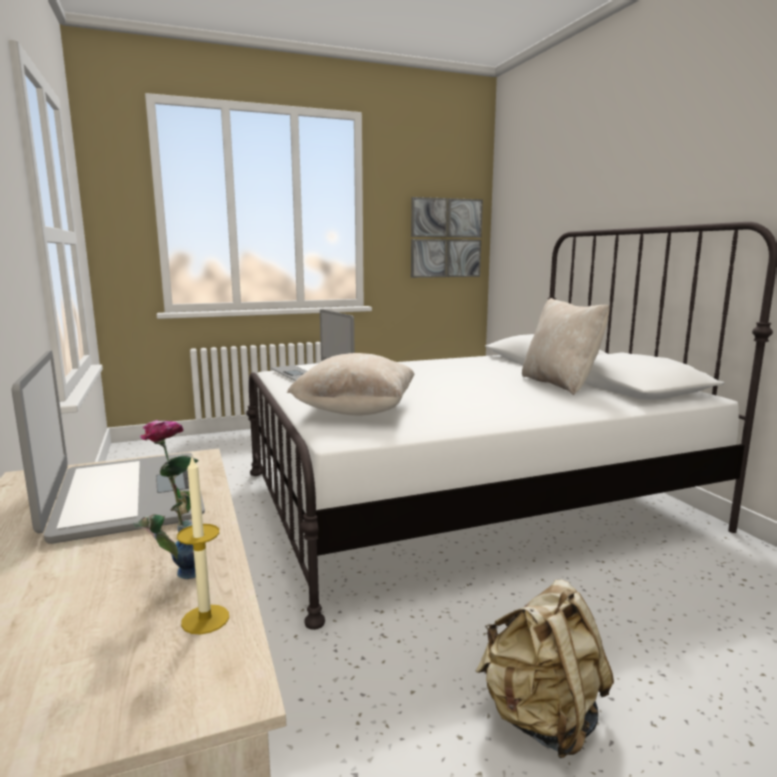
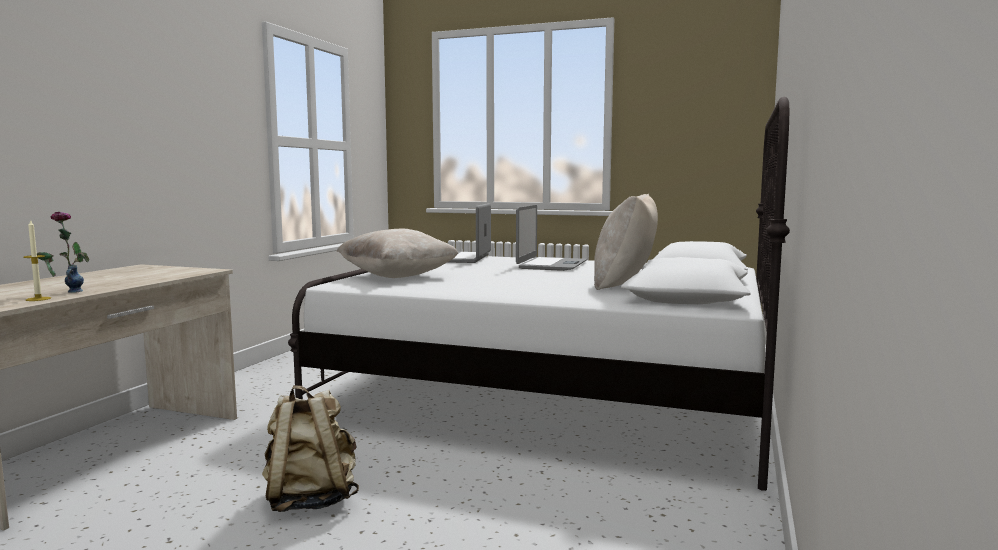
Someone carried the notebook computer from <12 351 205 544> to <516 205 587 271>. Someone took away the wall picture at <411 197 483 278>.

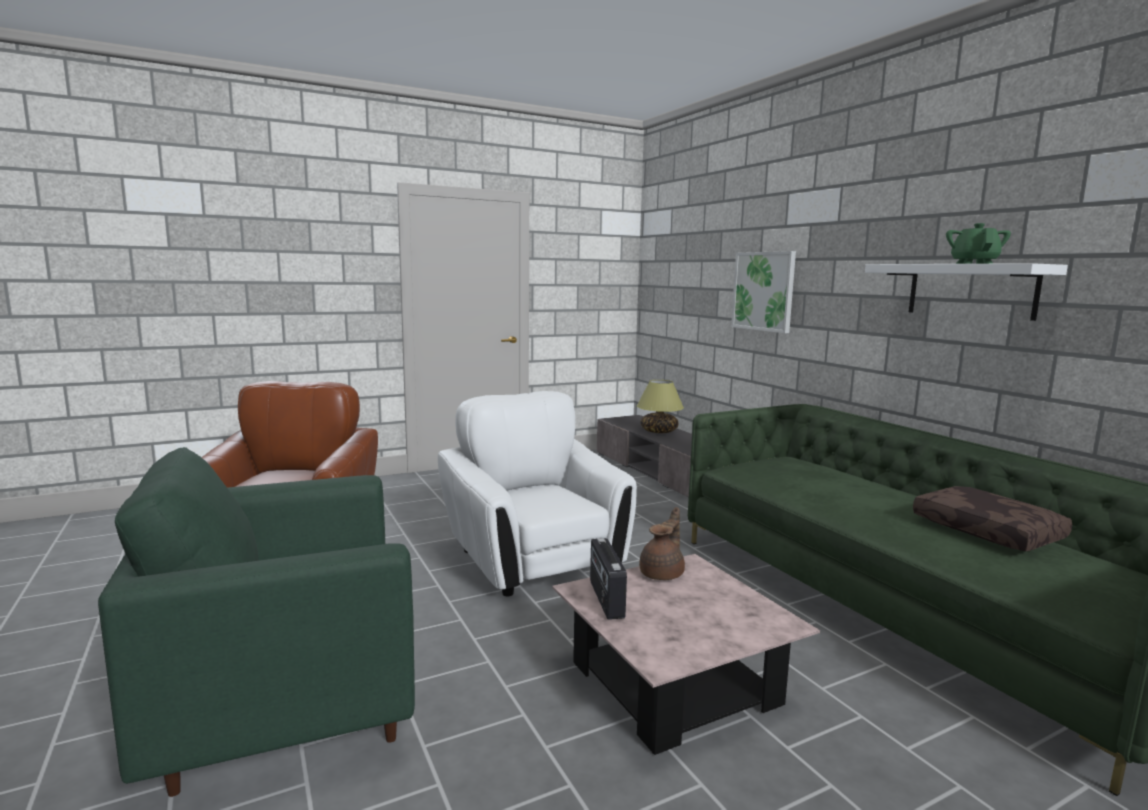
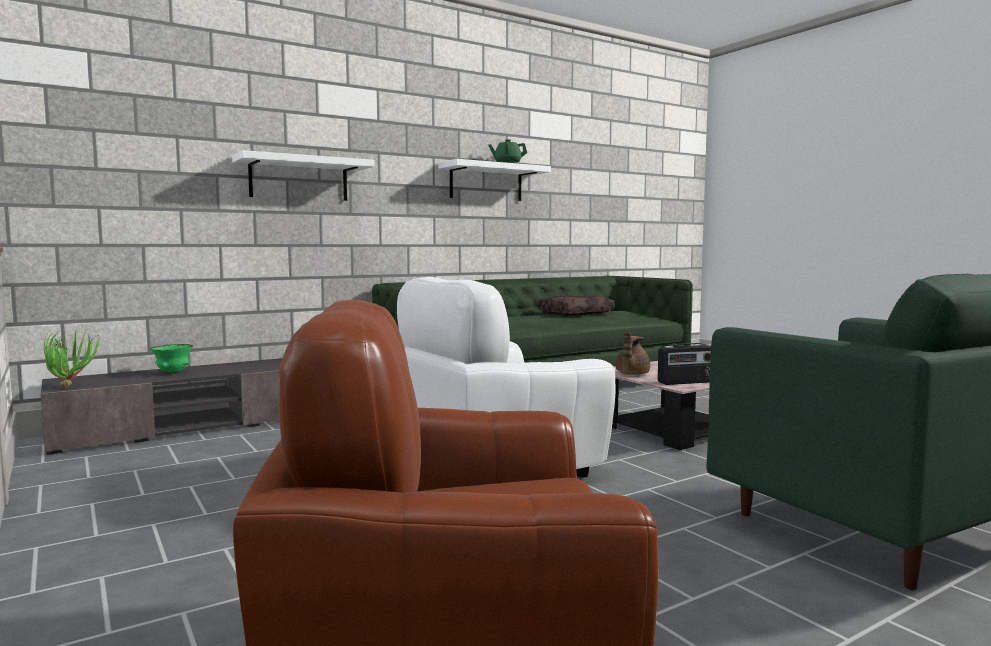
Someone put down the houseplant at <44 329 100 388>. Someone swapped the tabletop lamp at <637 380 684 433> for the greenish bowl at <150 344 193 374>. Someone swapped the wall picture at <731 251 796 333> for the whitish shelf at <232 150 375 201>. Someone rotated the brown teapot at <639 507 685 580> by 90 degrees counterclockwise.

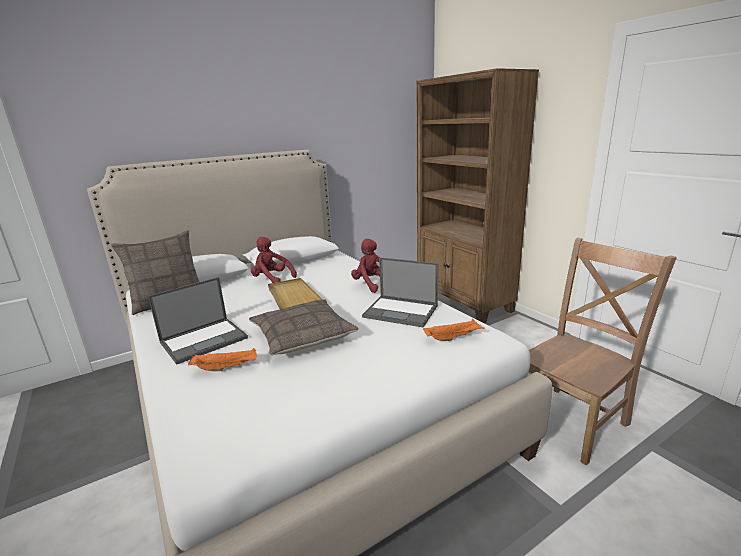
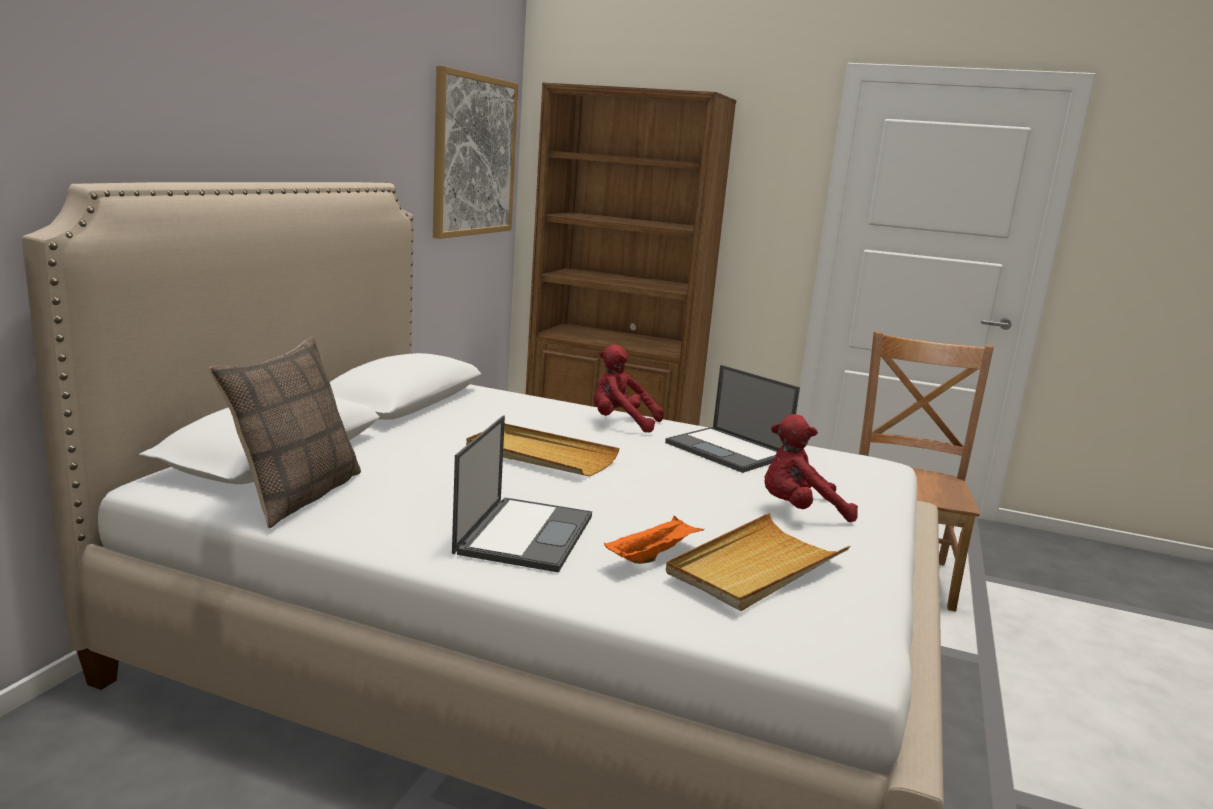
Someone put up the wall picture at <433 66 518 239>. Someone rotated the notebook computer at <362 257 438 327> by 60 degrees clockwise. Someone put down the beige tray at <666 513 850 611>. Someone carried the red-coloured soft toy from <251 237 297 283> to <764 414 858 522>. Someone took away the pillow at <249 299 359 356>. Someone took away the orangey tray at <423 319 484 341>.

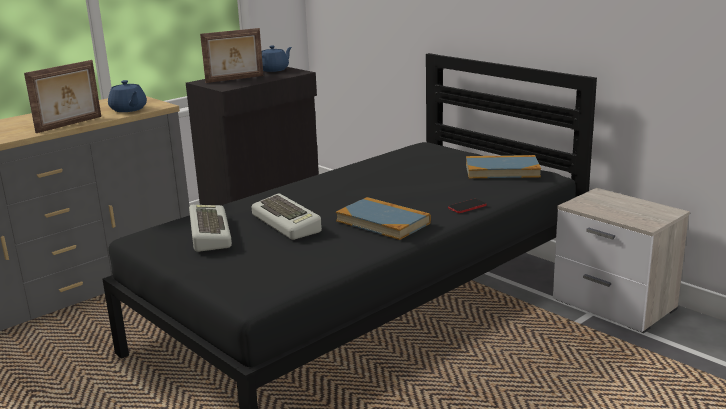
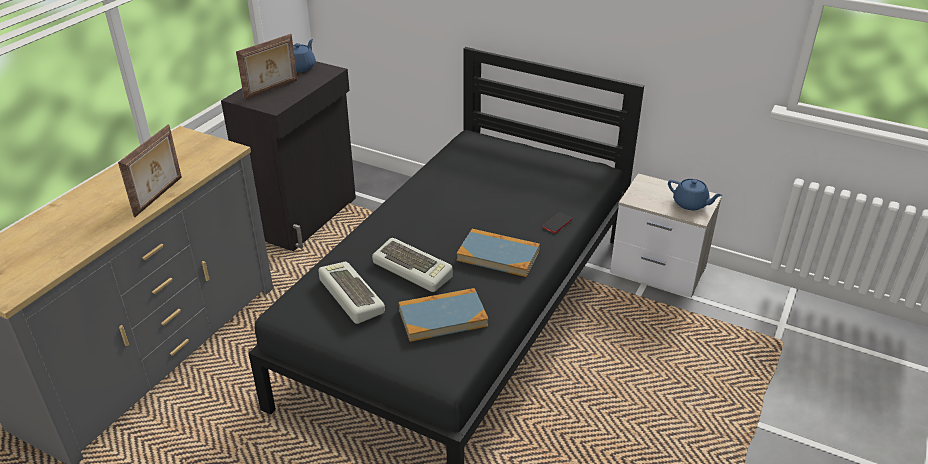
Someone carried the bound book from <466 155 541 178> to <398 288 488 342>. Someone carried the blue-coloured teapot from <108 80 147 112> to <668 179 723 210>.

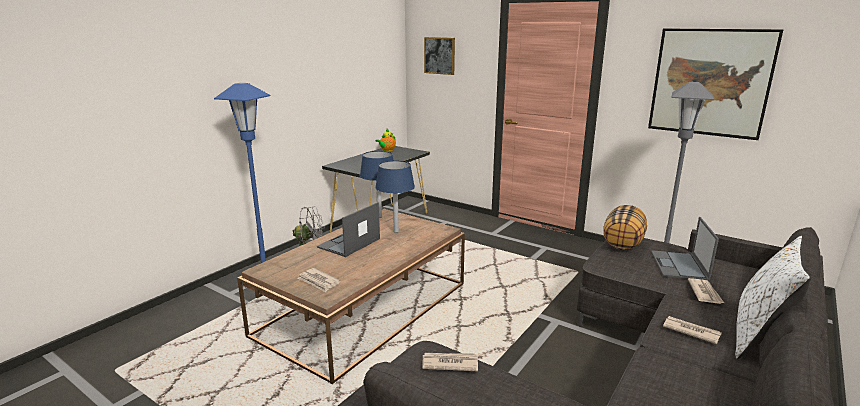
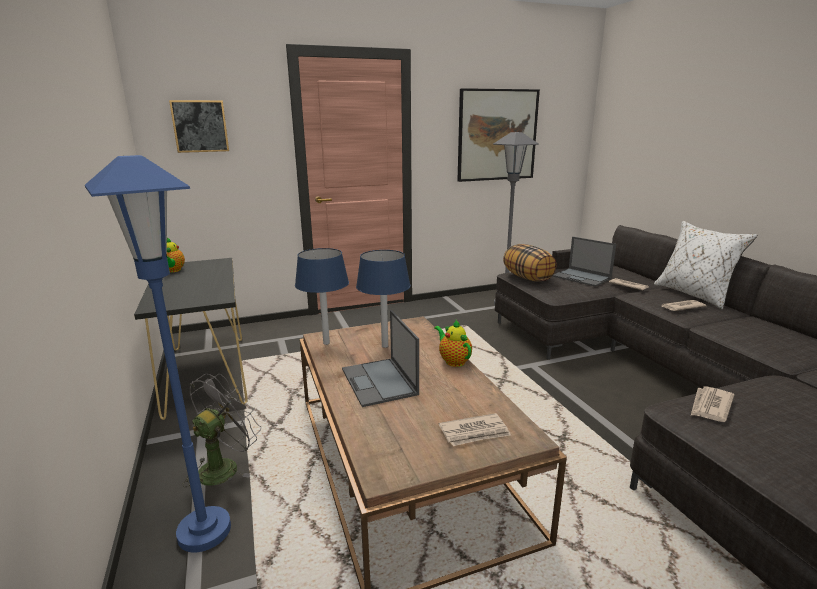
Someone put down the teapot at <434 320 472 367>.

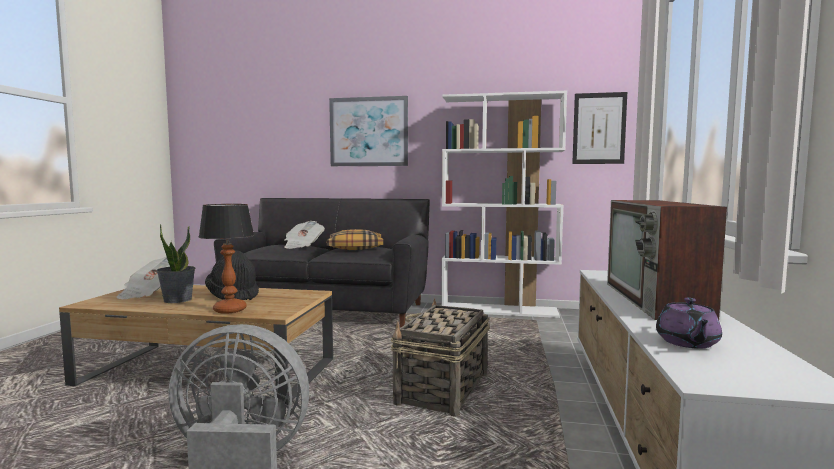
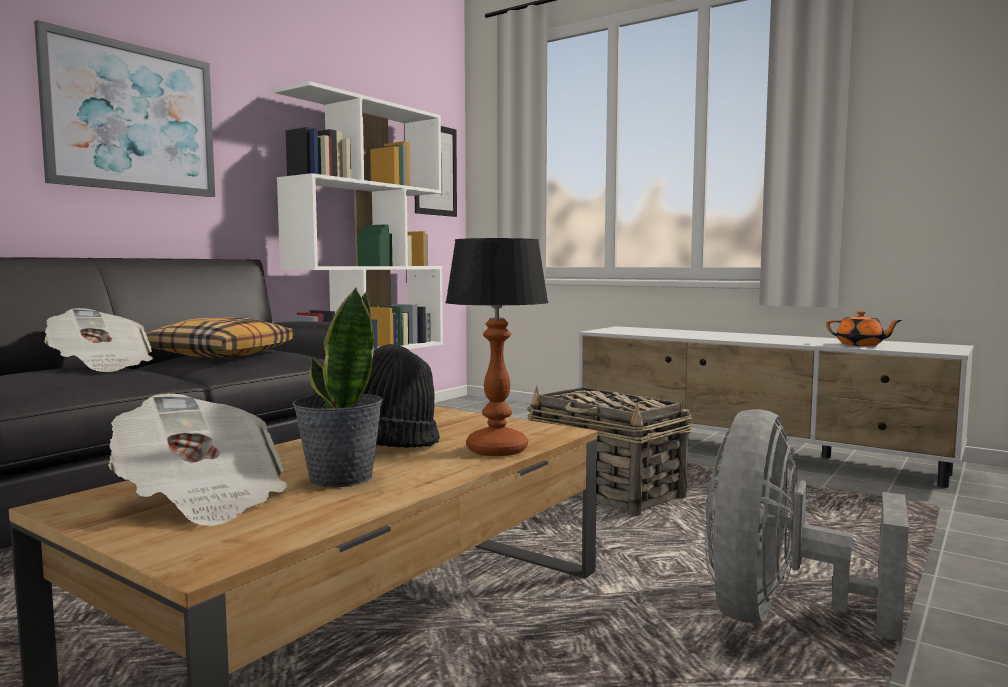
Someone repainted the purple-coloured teapot at <656 298 722 349>, which became the orangey teapot at <826 311 902 346>. Someone took away the TV set at <607 200 727 320>.

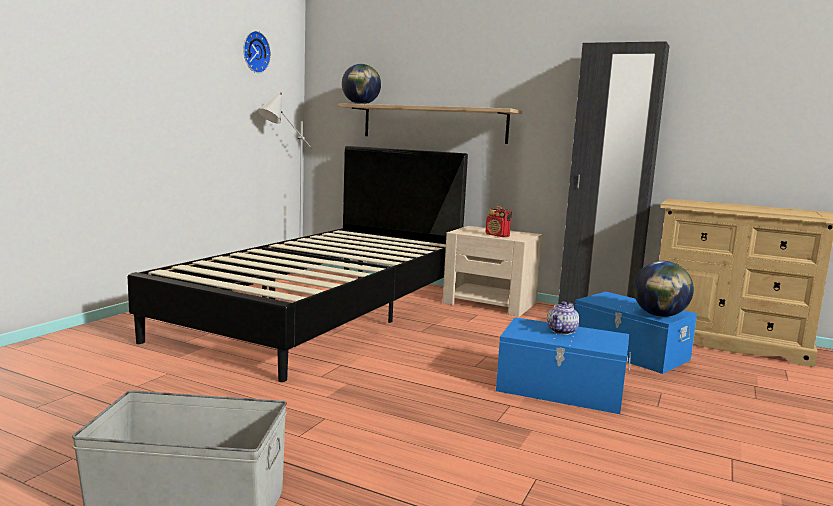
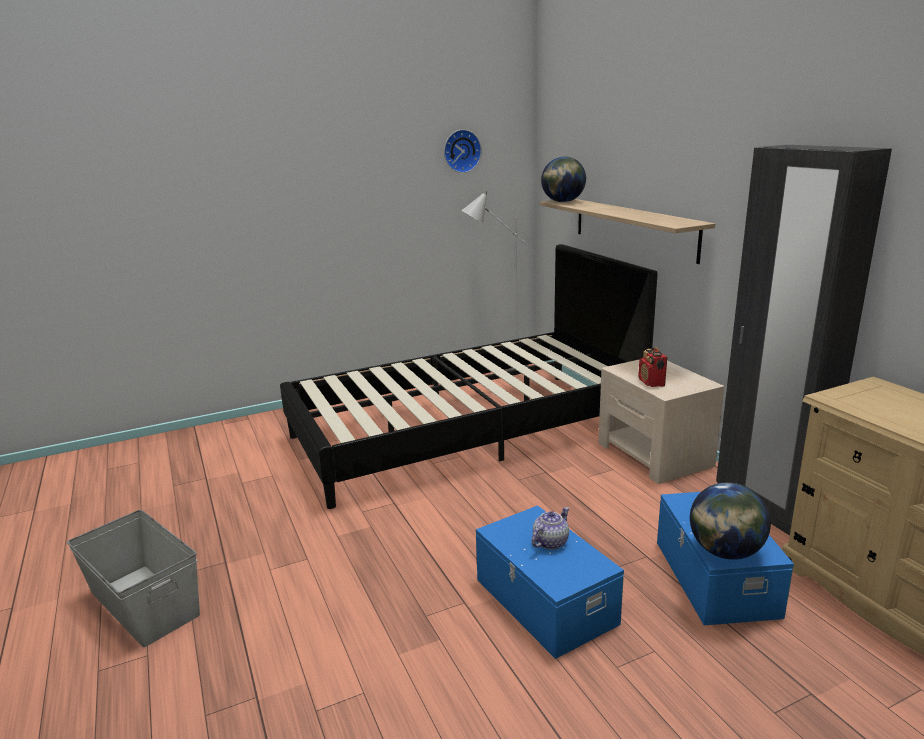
Someone rotated the teapot at <547 301 579 335> by 150 degrees clockwise.

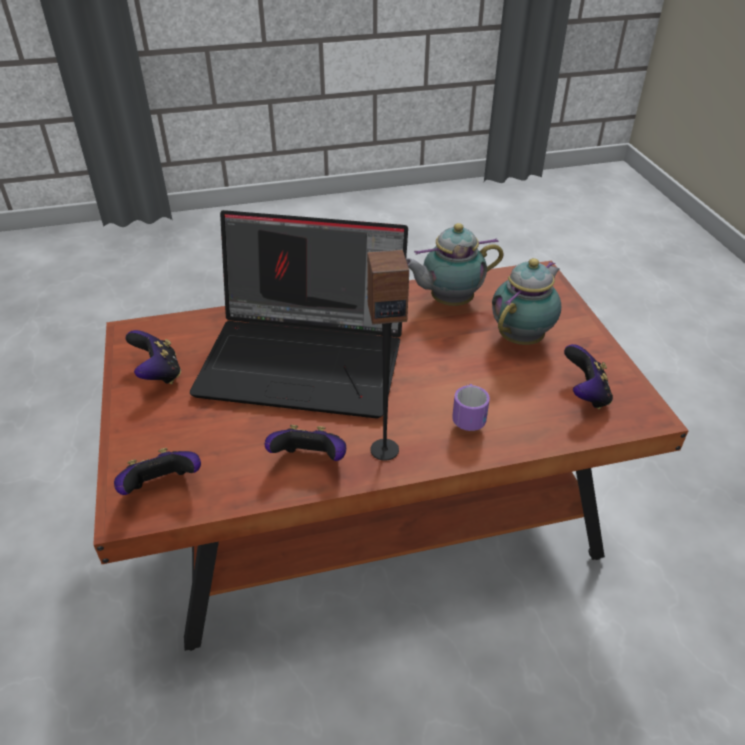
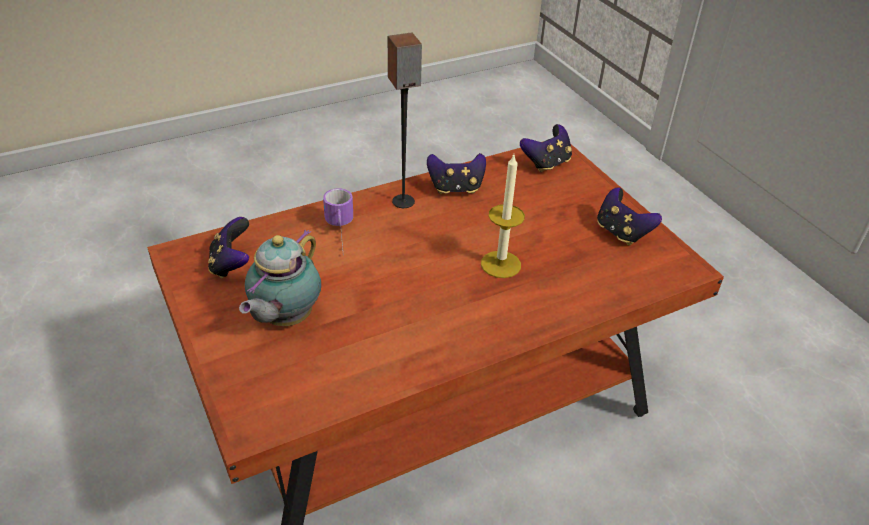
Someone swapped the notebook computer at <190 210 408 419> for the wax light at <481 155 525 278>. Someone took away the teapot at <406 223 504 306>.

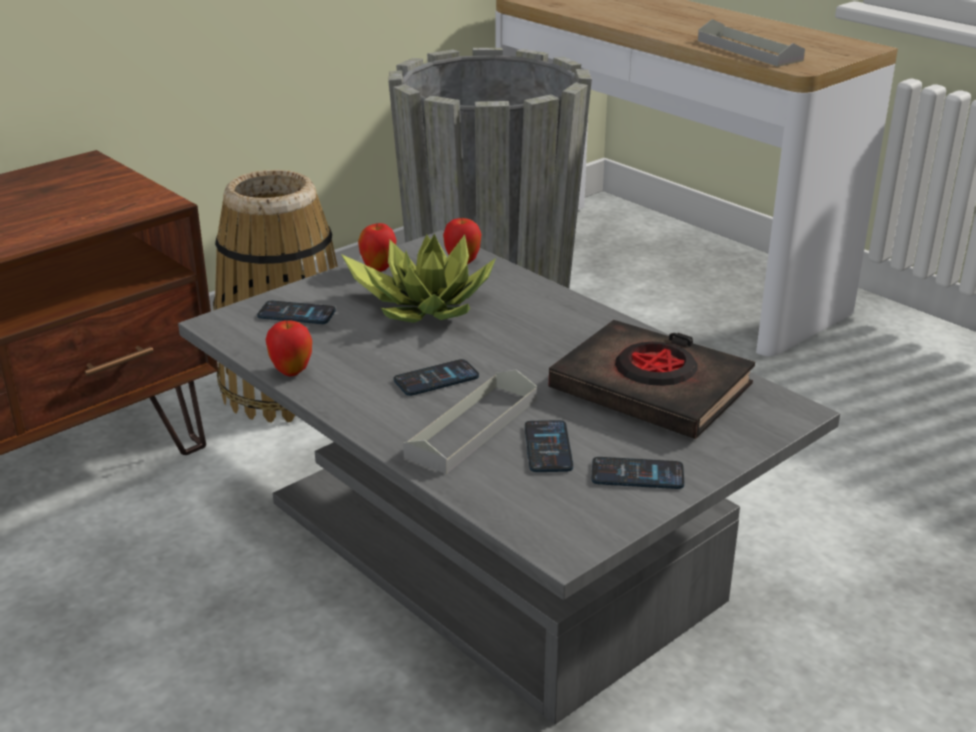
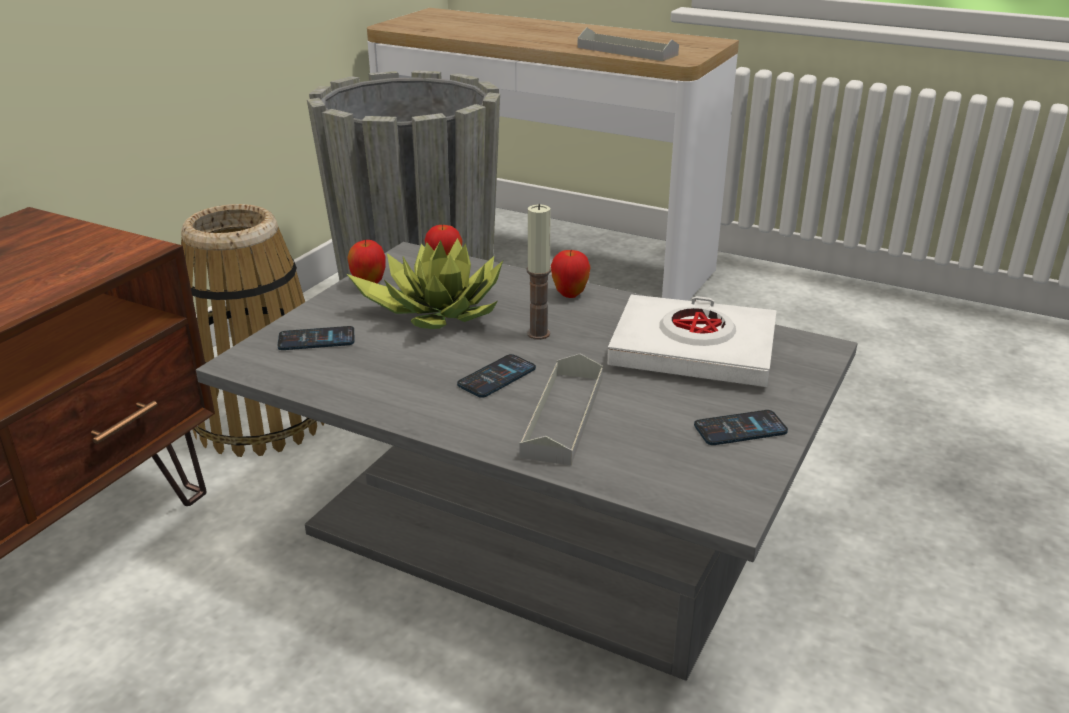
Someone put down the wax light at <527 204 551 340>. Someone carried the apple fruit from <266 320 312 376> to <551 250 591 298>. Someone repainted the black bound book at <549 320 755 439>, which became the whitish bound book at <607 295 777 387>. Someone took away the phone at <525 420 573 472>.

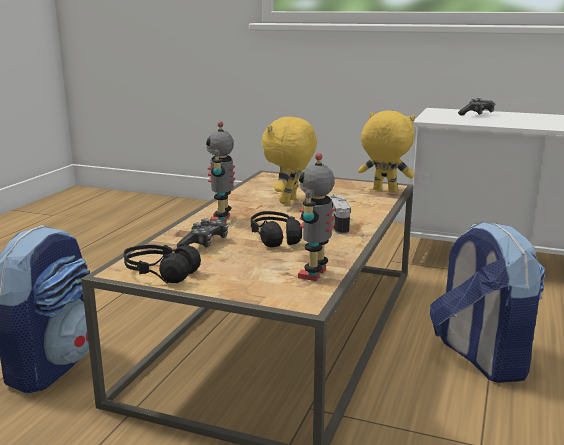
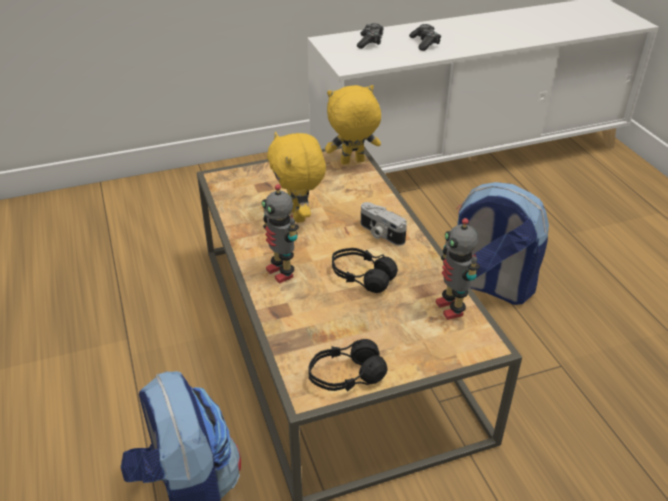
Someone carried the gamepad from <177 218 228 248> to <409 24 441 51>.

